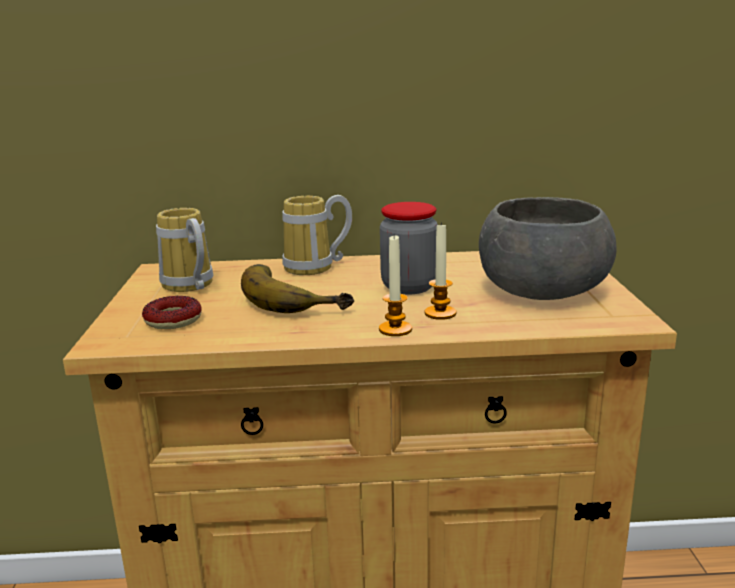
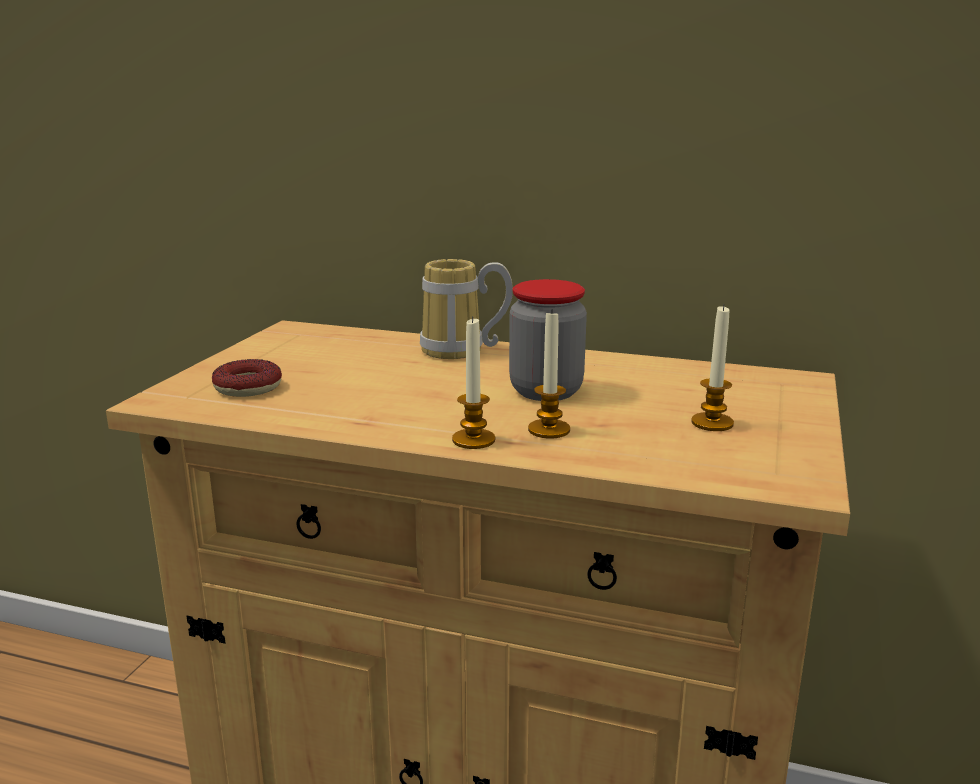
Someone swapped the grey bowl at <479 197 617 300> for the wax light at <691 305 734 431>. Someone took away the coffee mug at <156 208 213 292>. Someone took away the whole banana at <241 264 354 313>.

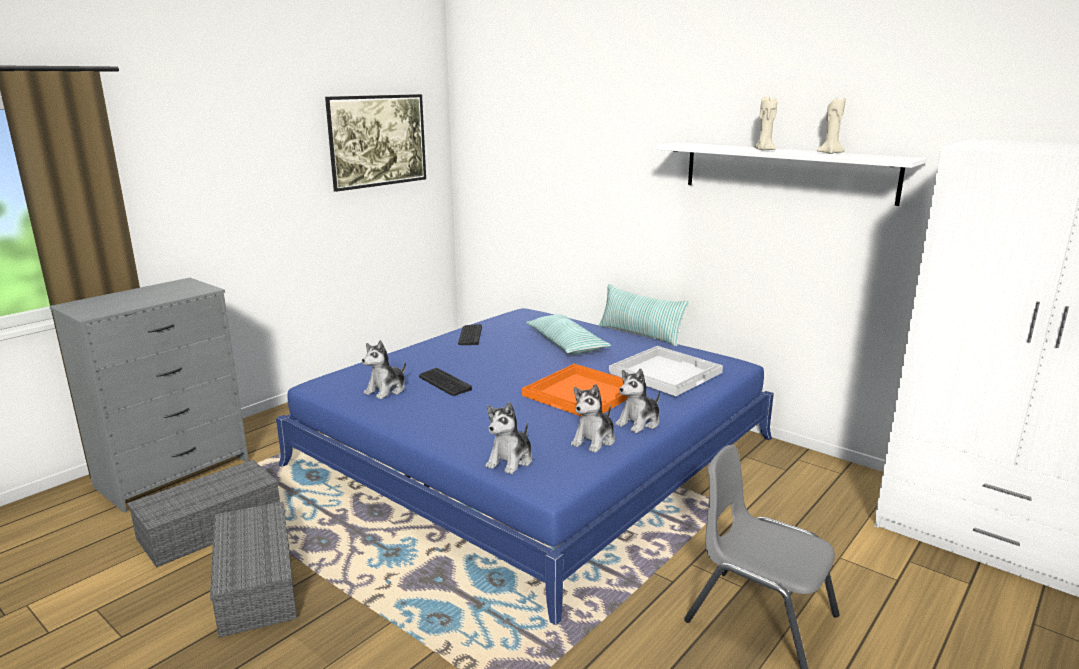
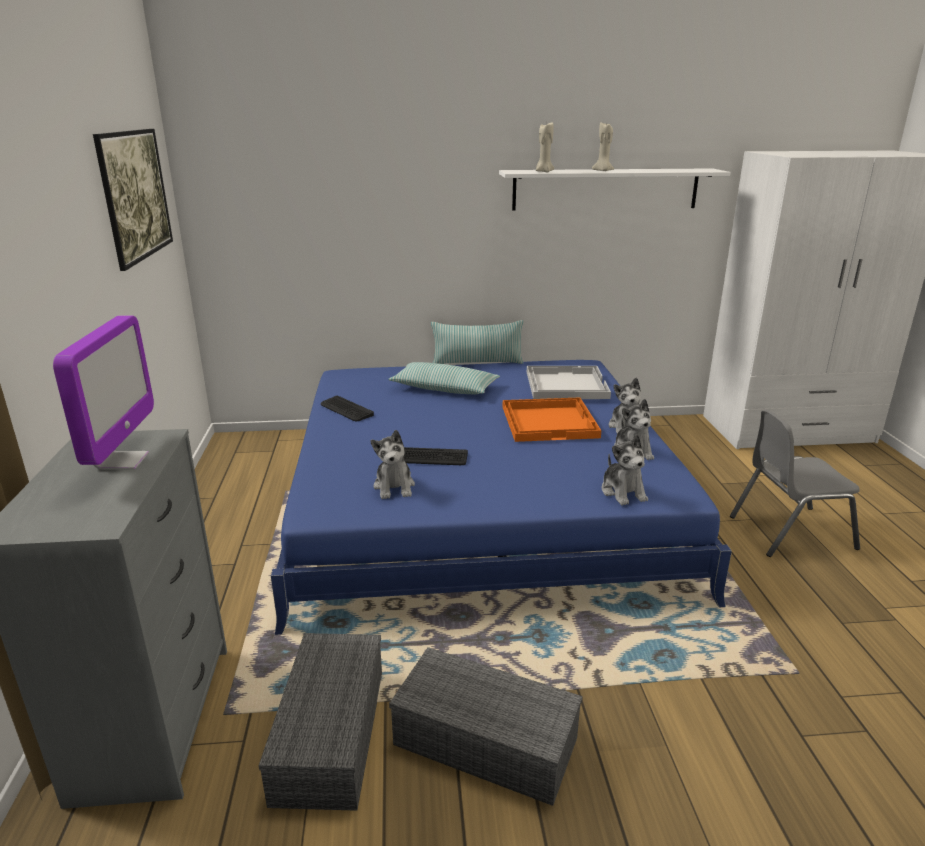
Someone put down the computer screen at <53 316 154 470>. Someone carried the beige wax light from <817 98 846 154> to <536 122 554 173>.

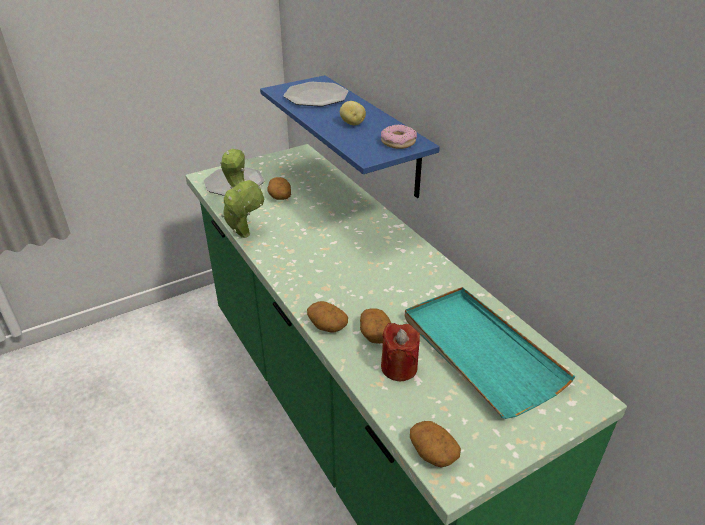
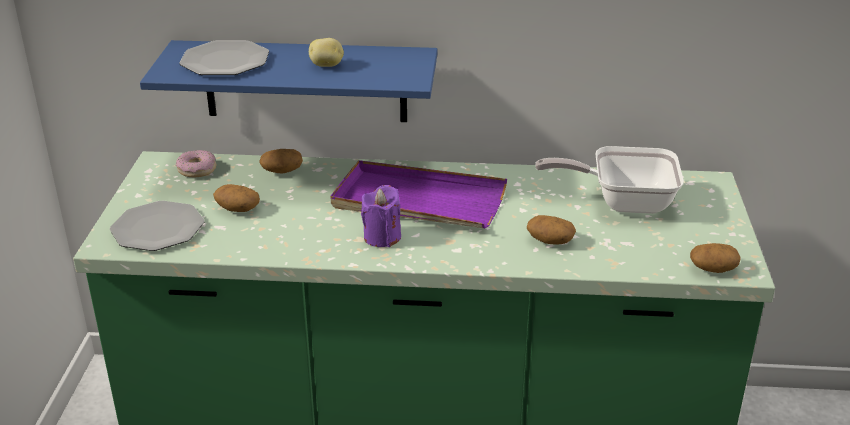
Someone carried the ring doughnut from <381 124 417 149> to <176 150 216 177>. Someone carried the spud from <307 301 348 332> to <260 149 303 173>. Someone put down the purple-coloured tray at <330 160 507 229>. Someone put down the purple-coloured wax light at <361 185 401 247>. Someone swapped the turquoise-coloured tray at <404 287 575 419> for the pan at <535 146 684 214>. Someone took away the houseplant at <220 149 264 238>. Someone took away the red-coloured wax light at <381 323 420 381>.

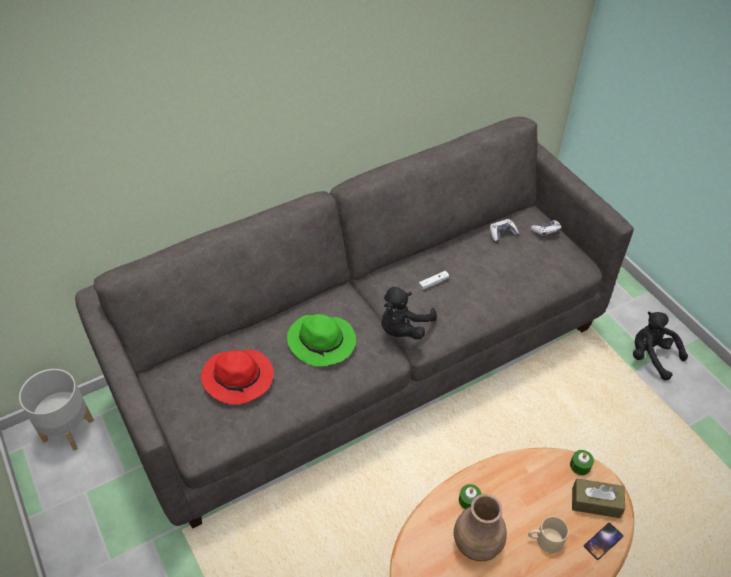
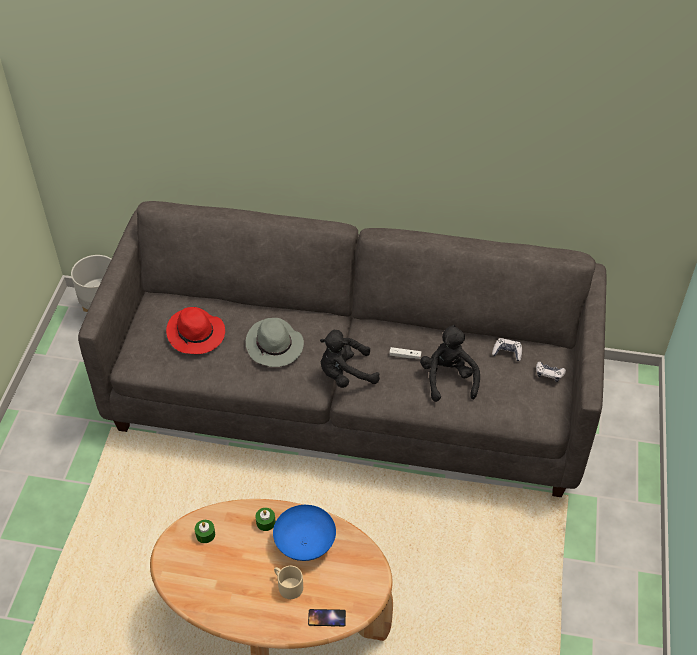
Someone carried the greenish wax light from <570 450 594 475> to <195 520 215 543>. Someone repainted the greenish wearable hat at <287 314 356 366>, which became the grey wearable hat at <246 318 304 367>. Someone put down the blue-coloured bowl at <273 505 336 561>. Someone carried the black soft toy from <633 311 688 381> to <420 324 480 402>. Someone took away the brown flower vase at <454 494 507 561>. Someone took away the brown box of tissues at <572 478 625 518>.

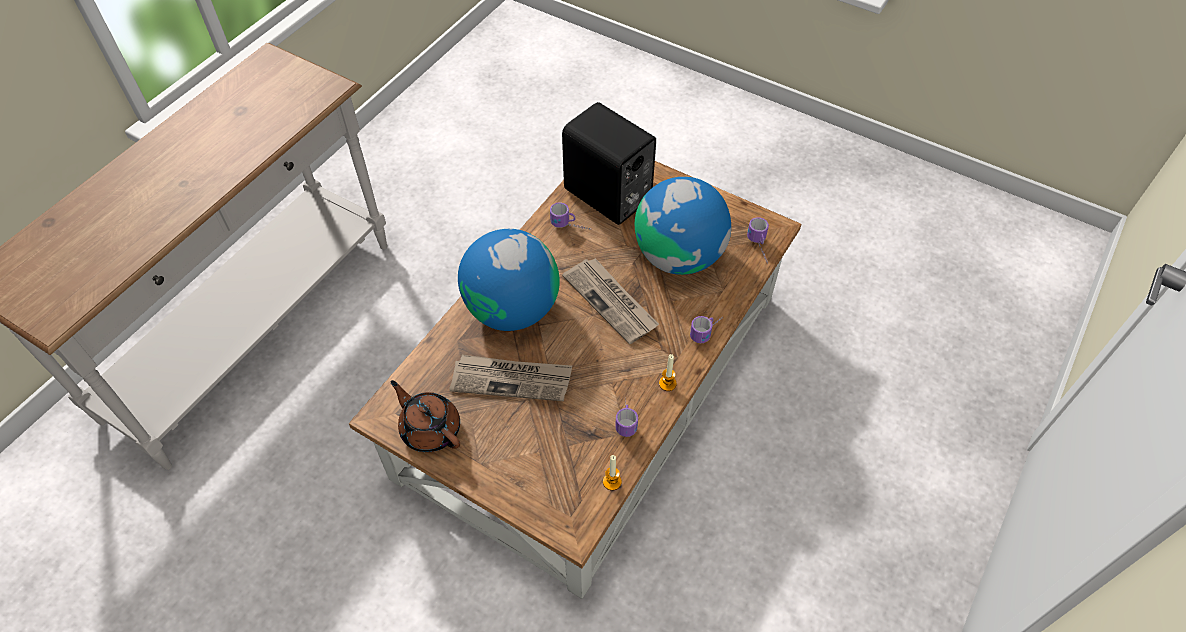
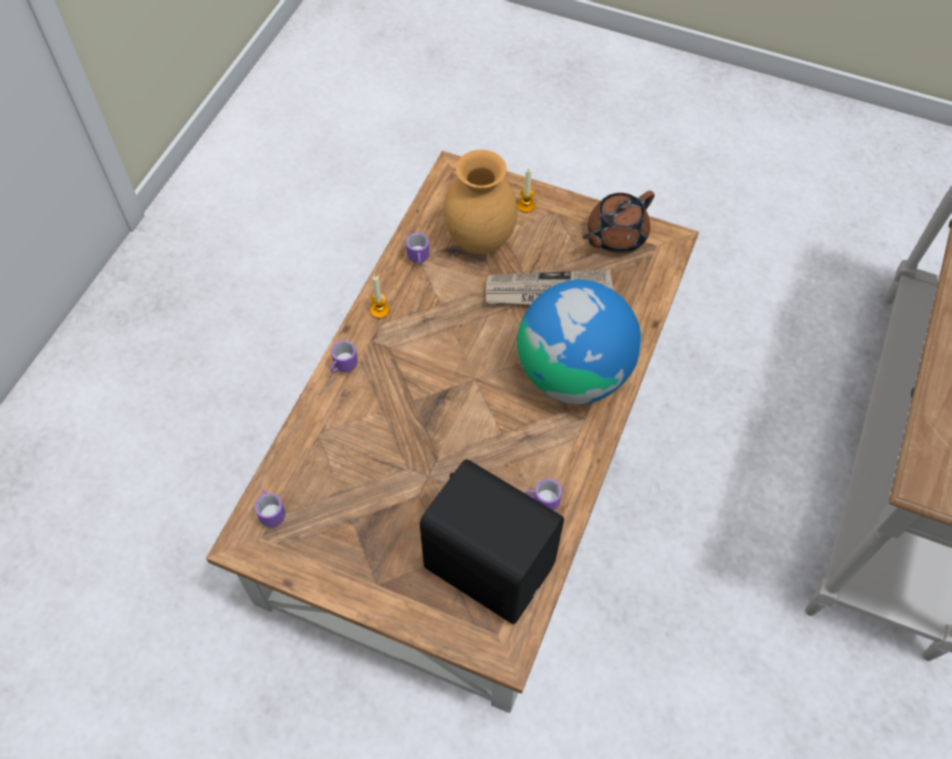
Someone put down the brown flower vase at <444 150 518 254>. Someone carried the wax light from <603 455 622 491> to <517 169 535 213>. Someone rotated the brown teapot at <391 380 460 453> by 105 degrees clockwise. Someone took away the printed paper at <562 258 659 344>. Someone took away the world globe at <635 177 731 275>.

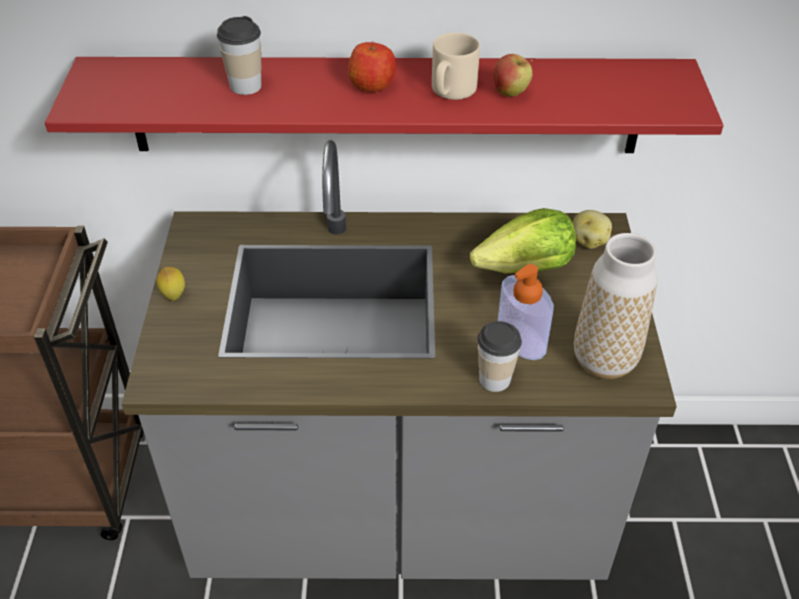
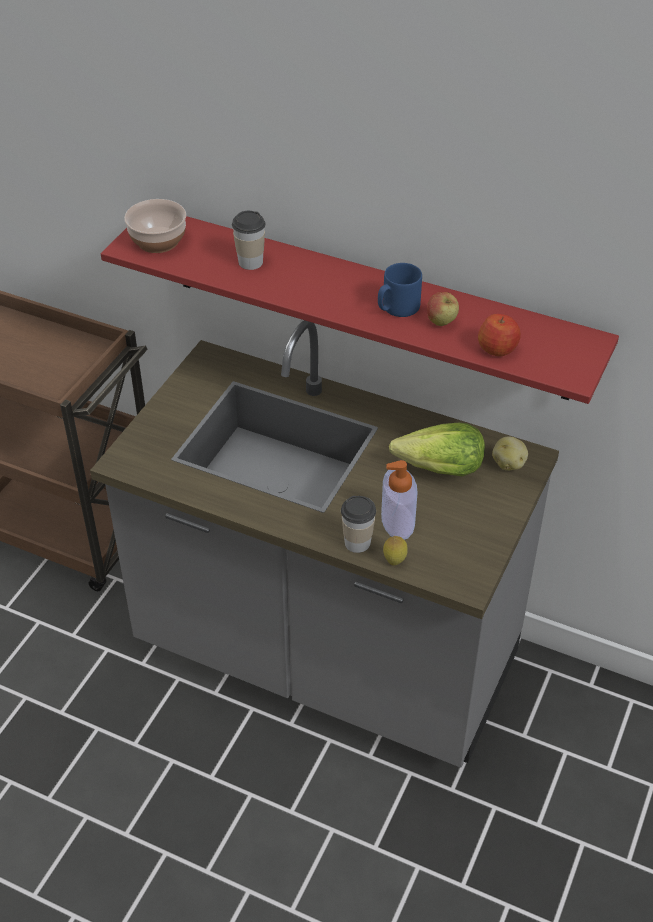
Someone put down the bowl at <124 199 186 253>. Someone repainted the beige coffee mug at <432 33 480 100>, which became the blue-coloured coffee mug at <378 263 422 317>. Someone carried the lemon from <156 267 185 301> to <383 536 408 565>. Someone carried the apple fruit from <348 41 396 92> to <478 314 521 356>. Someone took away the flower vase at <574 233 657 379>.

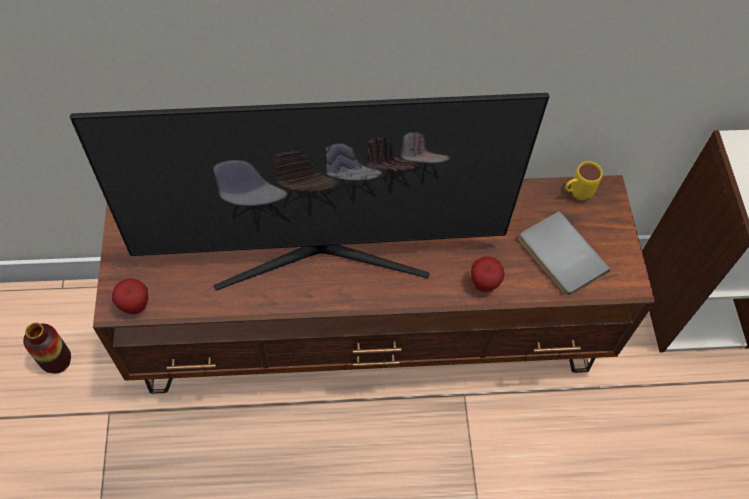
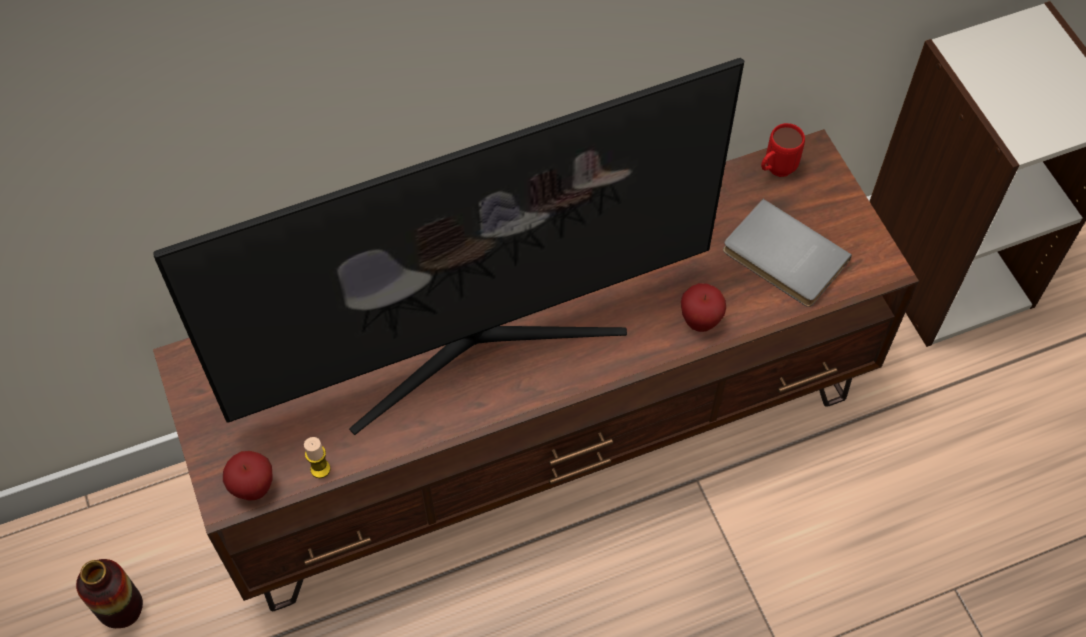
Someone put down the wax light at <304 437 331 478>. Someone repainted the yellow coffee mug at <565 161 603 200>, which became the red-coloured coffee mug at <761 123 805 177>.

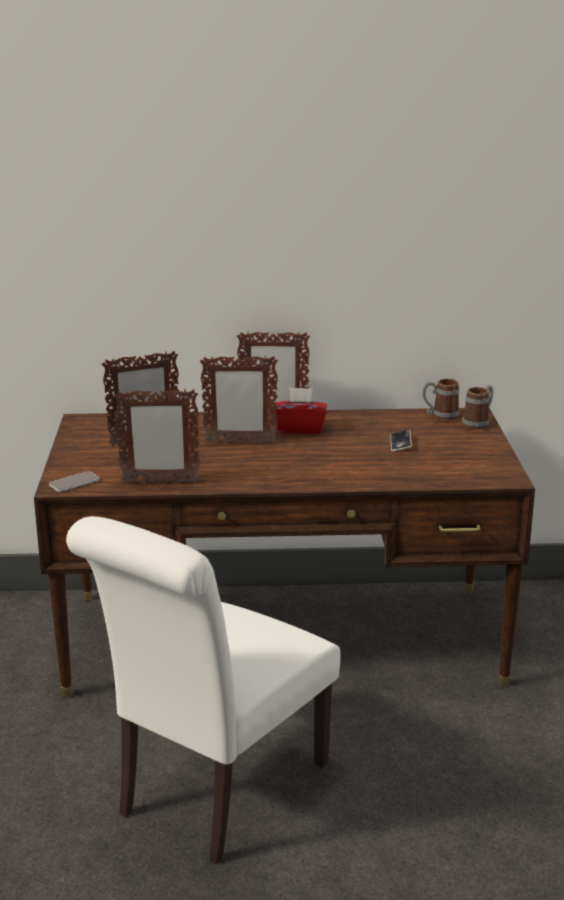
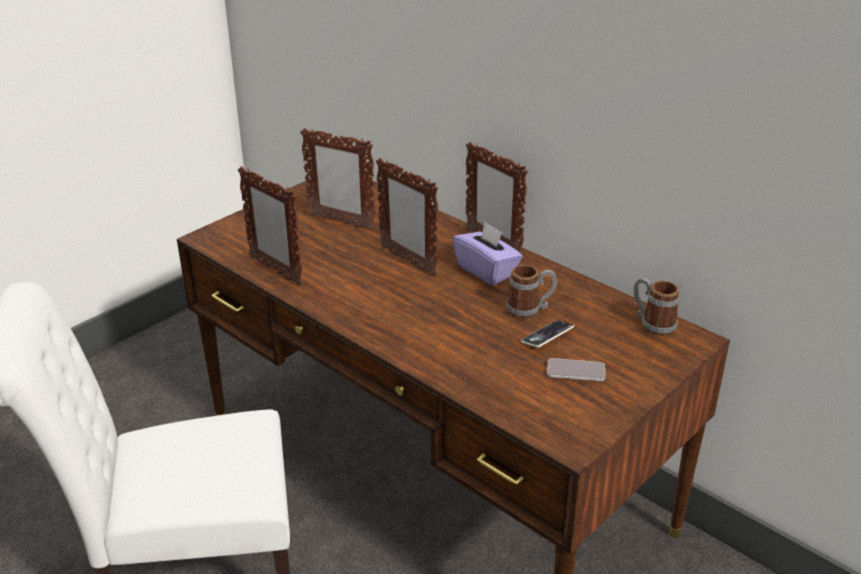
Someone repainted the red-coloured box of tissues at <273 387 328 434>, which became the purple-coloured box of tissues at <453 222 523 286>. Someone carried the coffee mug from <462 385 493 429> to <506 265 557 319>. Someone carried the phone from <49 471 99 492> to <547 358 605 381>.

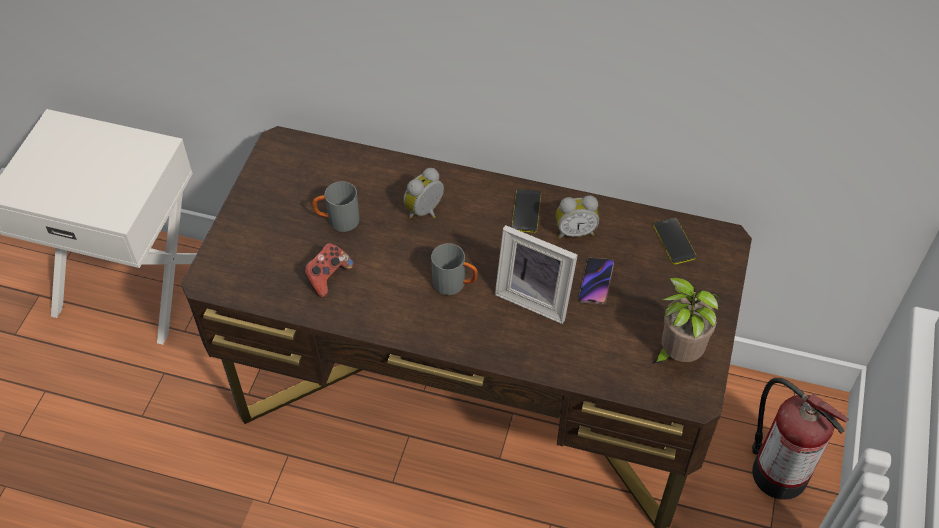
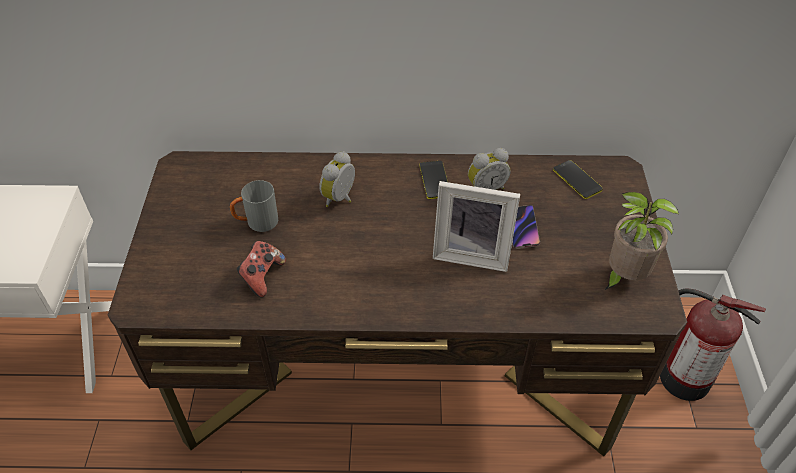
Someone took away the grey coffee mug at <431 243 478 295>.

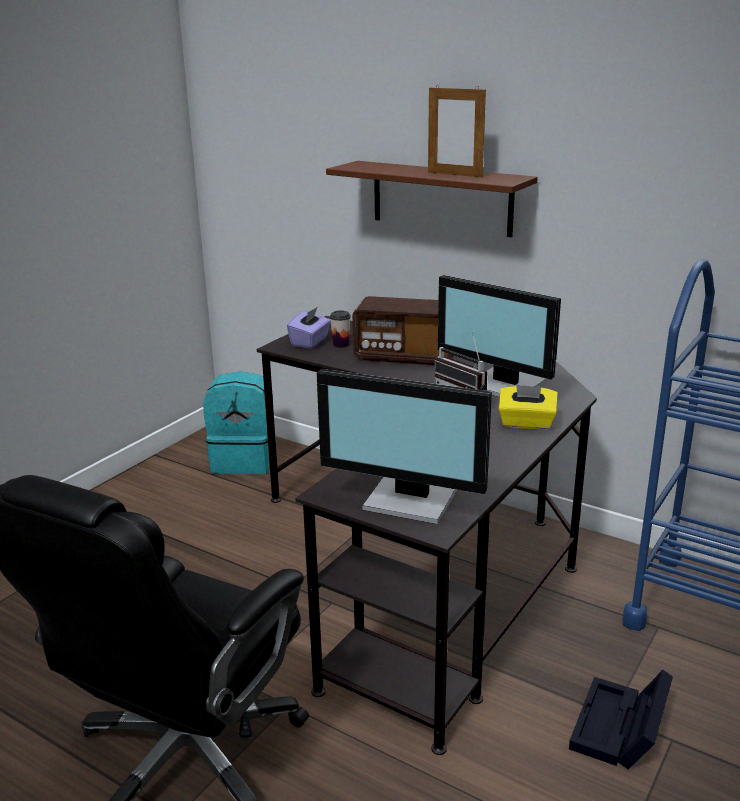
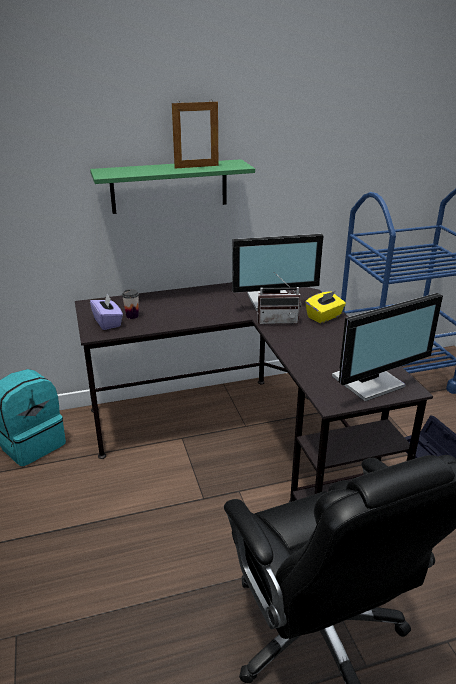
Someone repainted the brown shelf at <326 161 538 237>, which became the greenish shelf at <90 159 255 214>. Someone took away the radio set at <352 296 454 365>.

